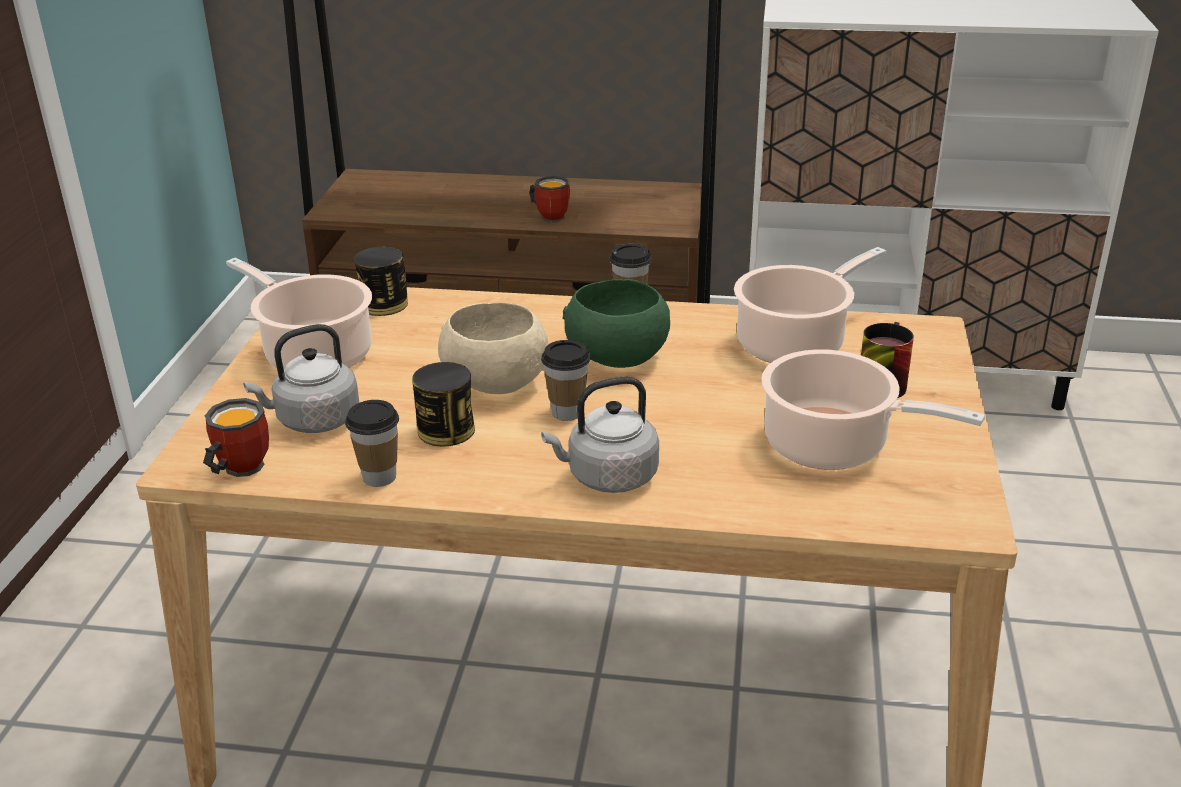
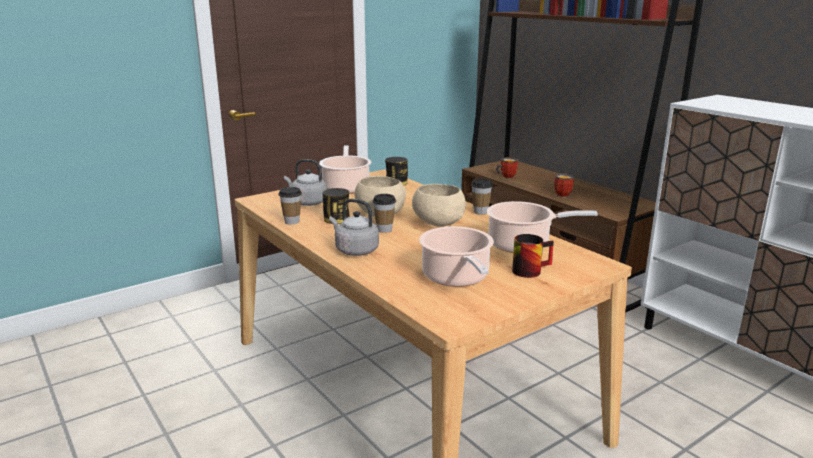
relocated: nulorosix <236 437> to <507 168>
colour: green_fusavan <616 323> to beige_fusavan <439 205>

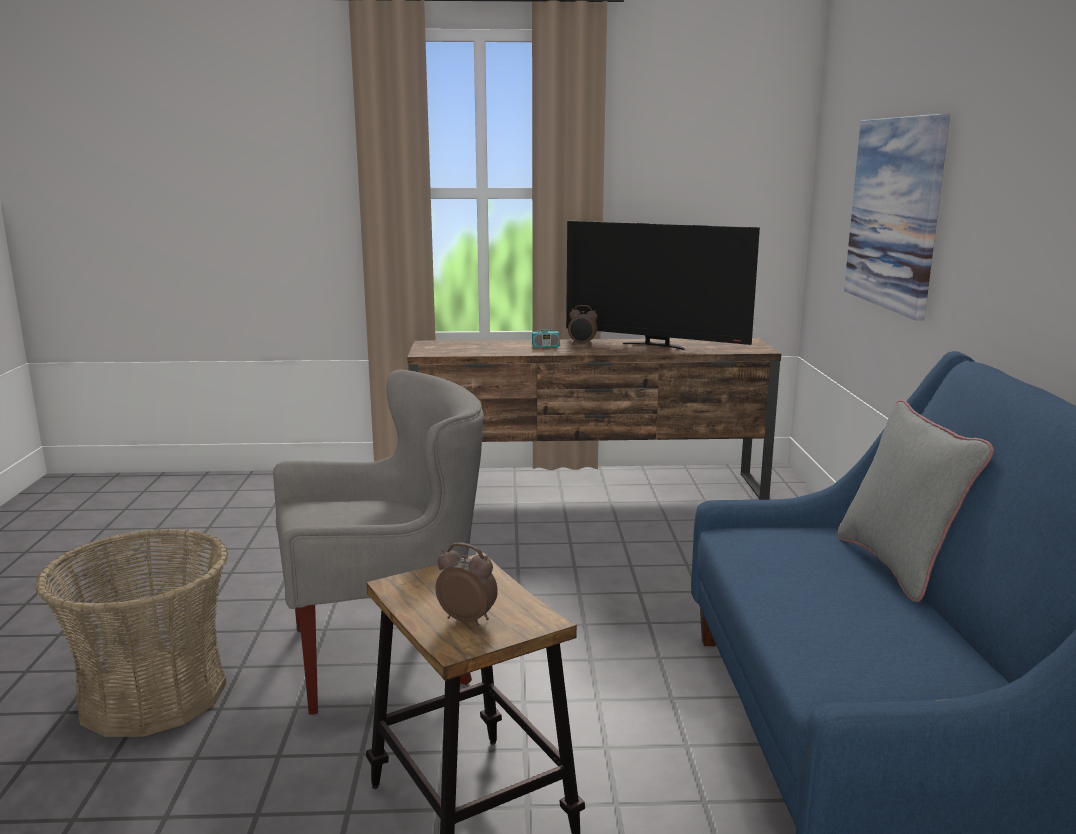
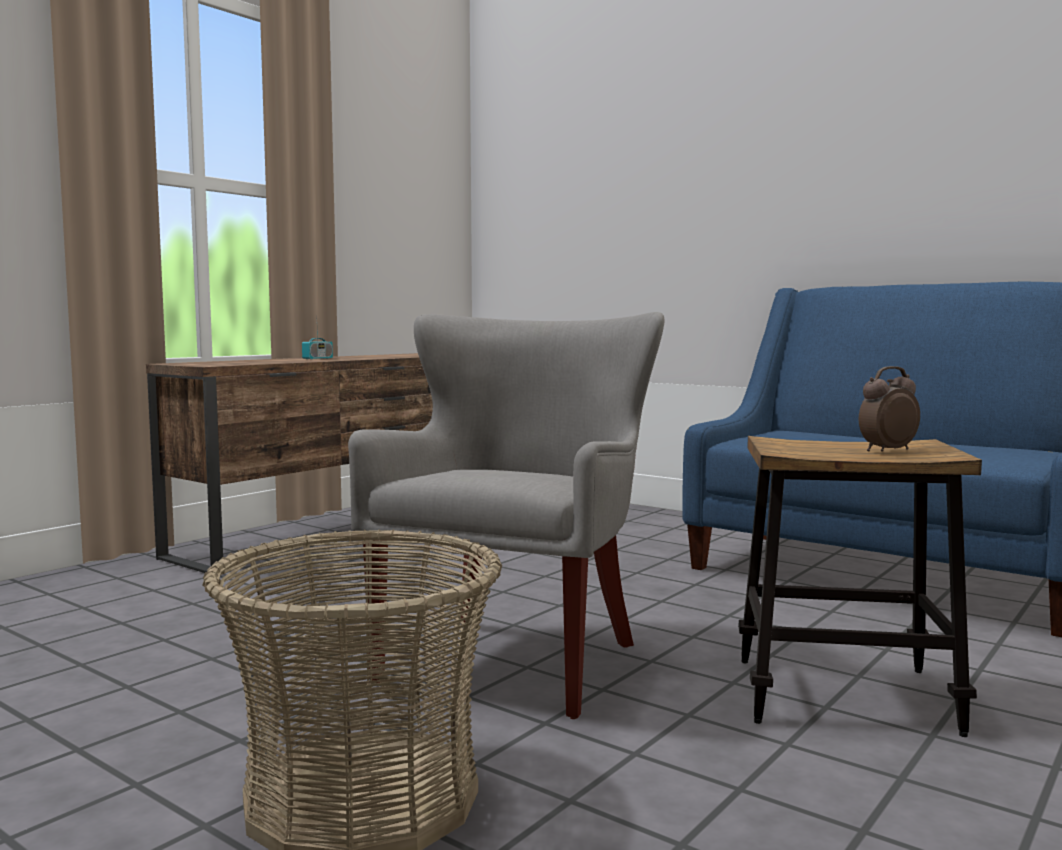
missing: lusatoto <663 285>; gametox <582 325>; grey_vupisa <915 501>; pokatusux <897 217>

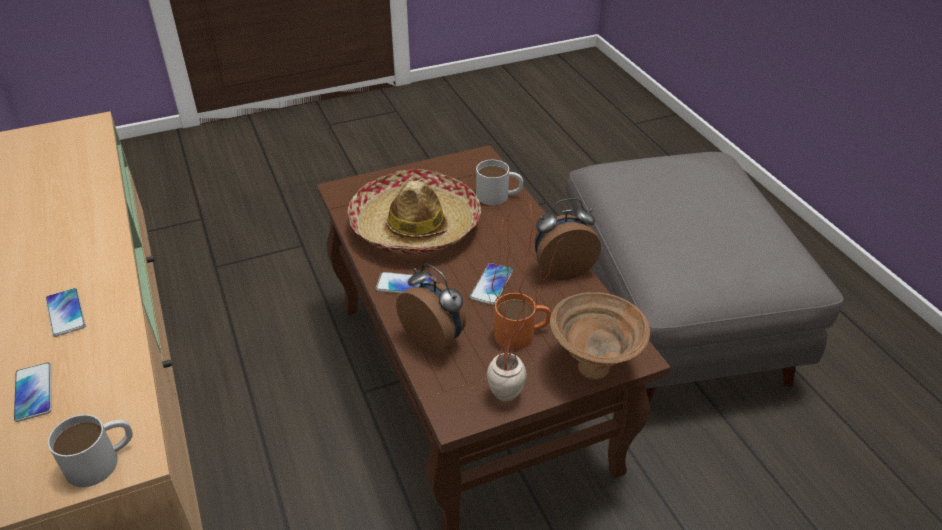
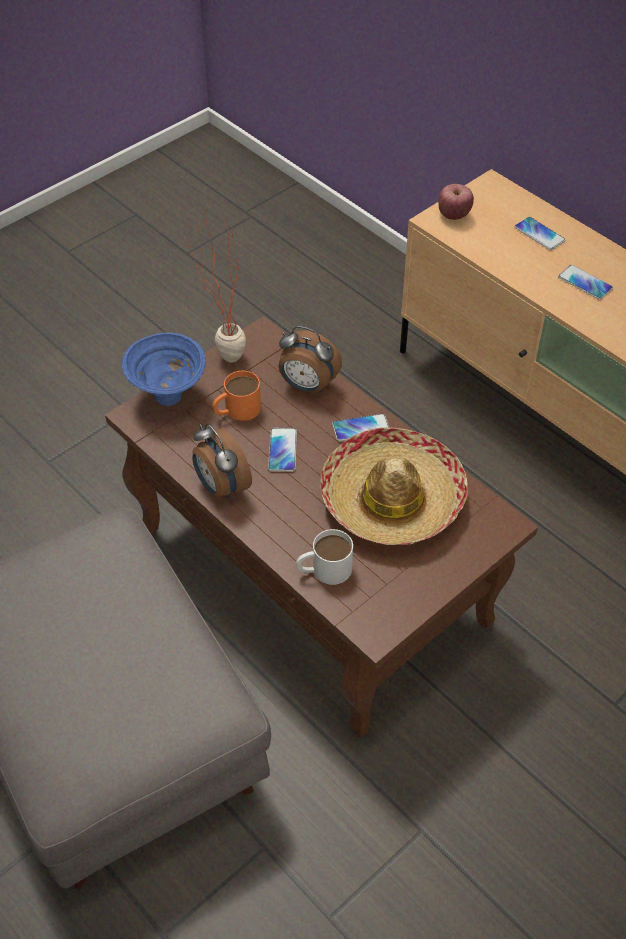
exchanged: white_nulorosix <90 450> to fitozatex <456 202>
colour: brown_fusavan <600 336> to blue_fusavan <164 369>
spun: gametox <568 239> = <222 462> 90 degrees clockwise

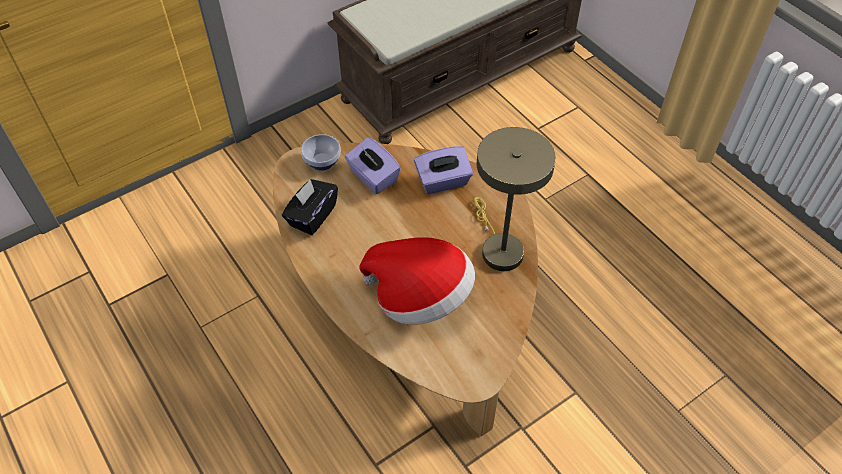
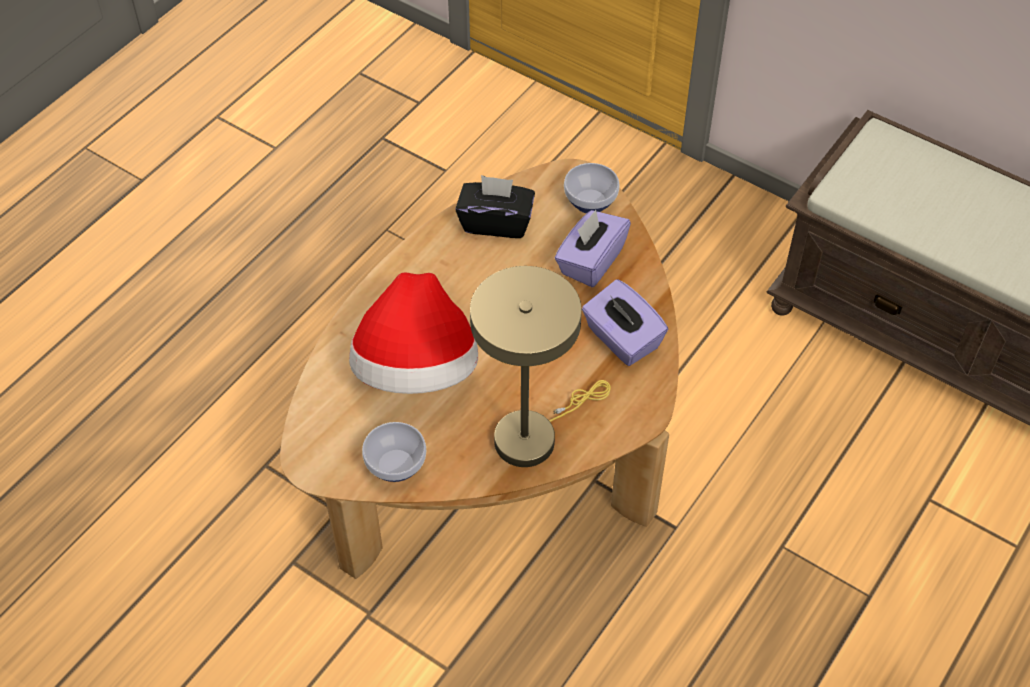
appeared: fusavan <394 452>

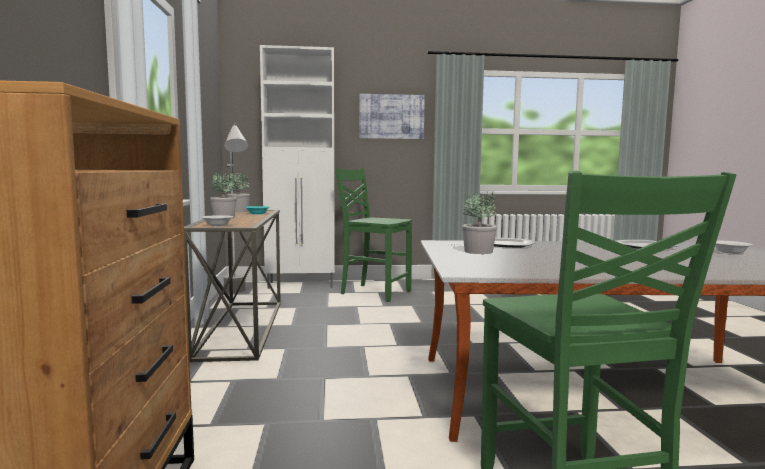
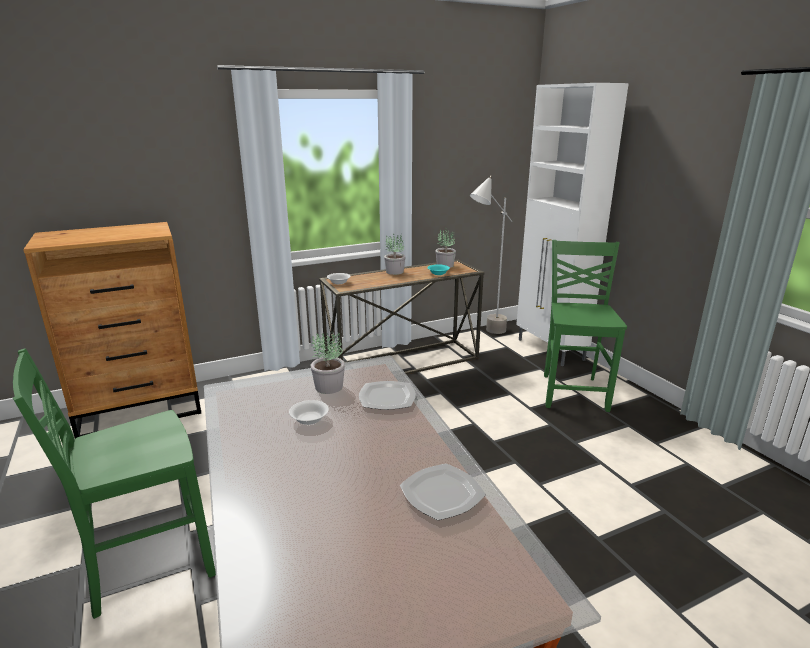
missing: pokatusux <392 116>
relocated: white_fusavan <734 247> to <309 412>

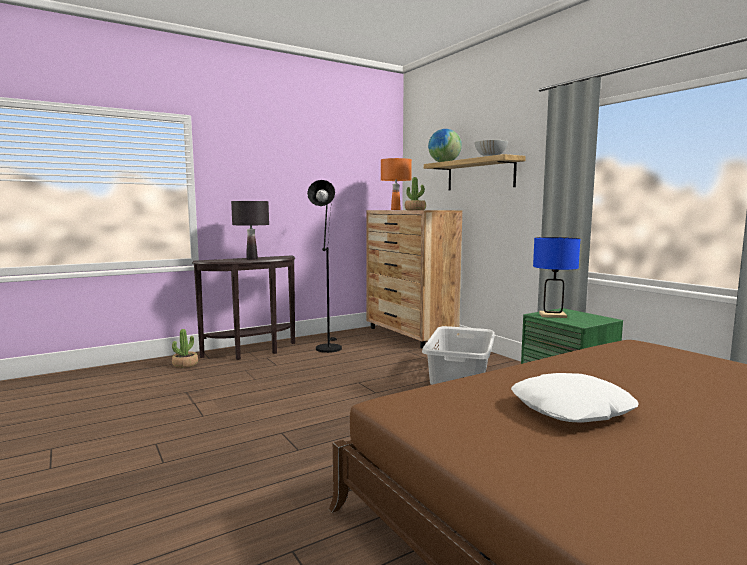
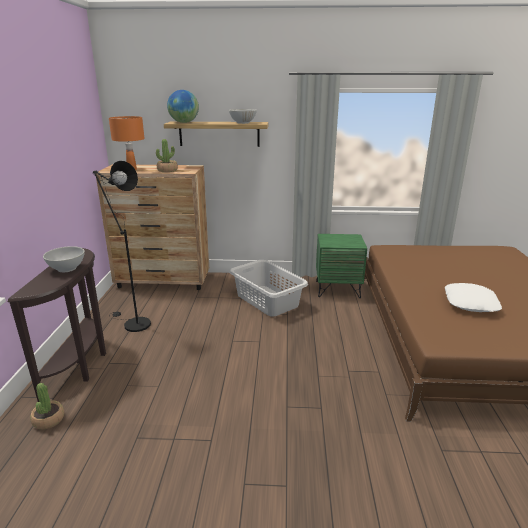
missing: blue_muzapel <556 277>
exchanged: black_muzapel <250 230> to white_fusavan <64 259>

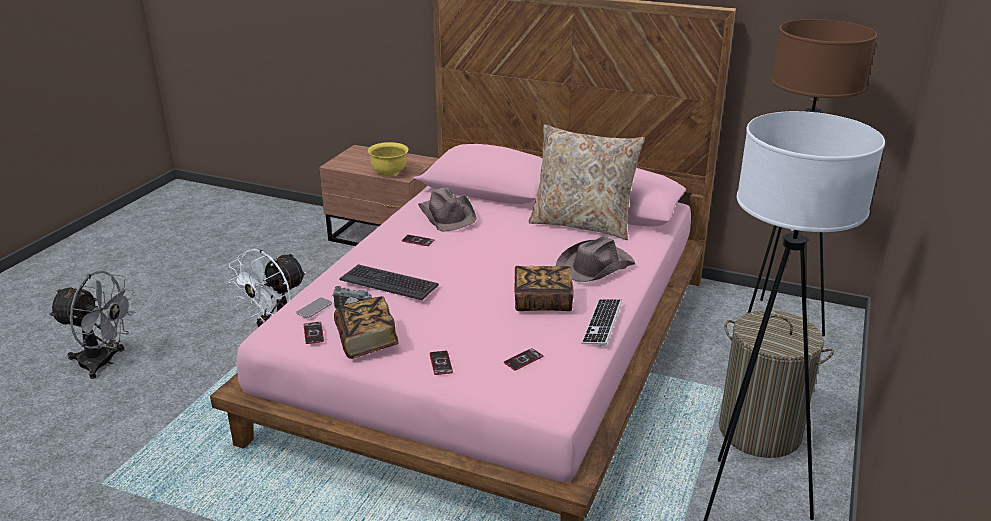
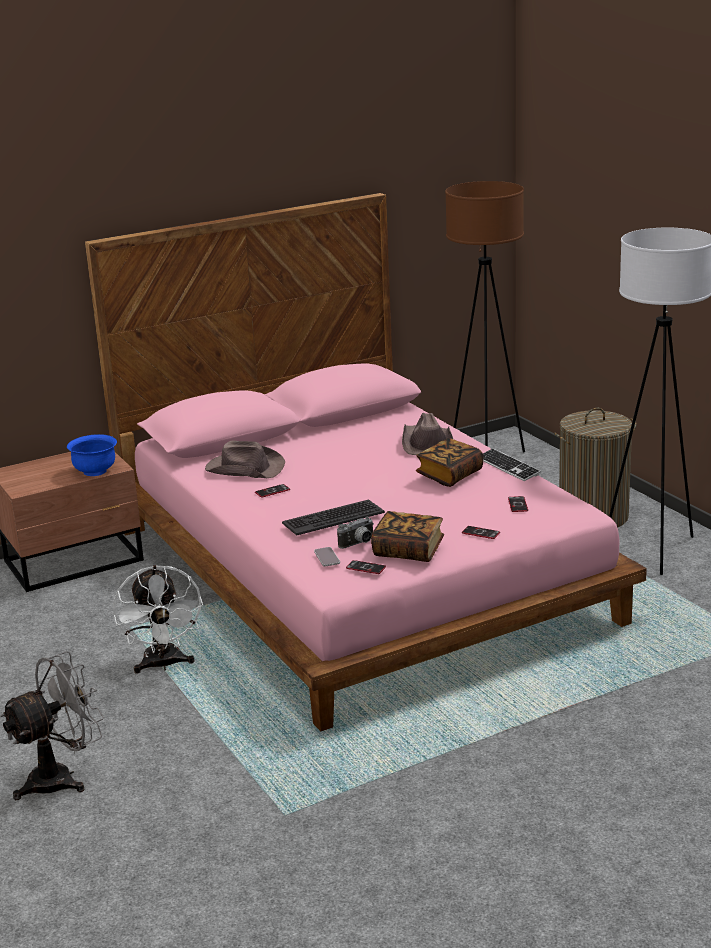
missing: beige_vupisa <587 182>
colour: yellow_fusavan <388 159> to blue_fusavan <92 455>

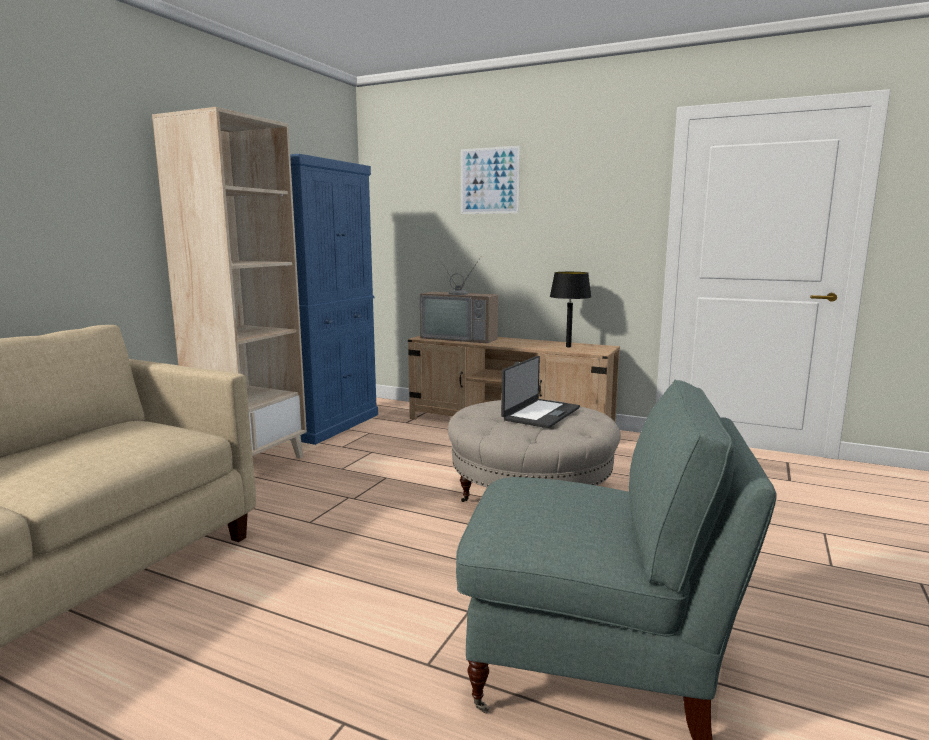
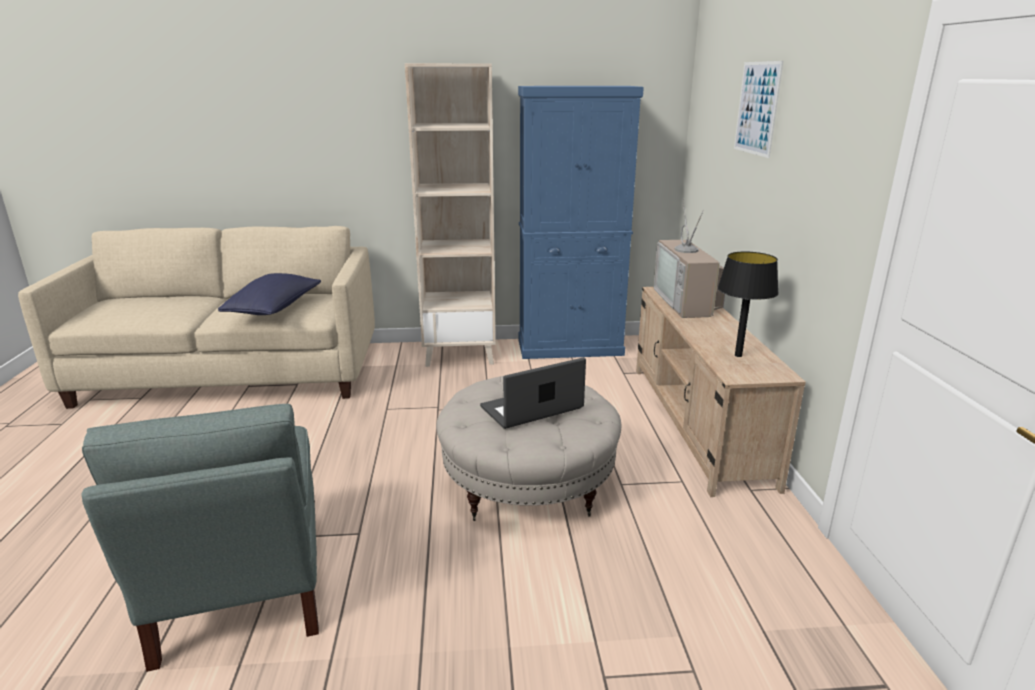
appeared: blue_vupisa <269 294>
spun: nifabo <540 392> = <533 393> 150 degrees clockwise

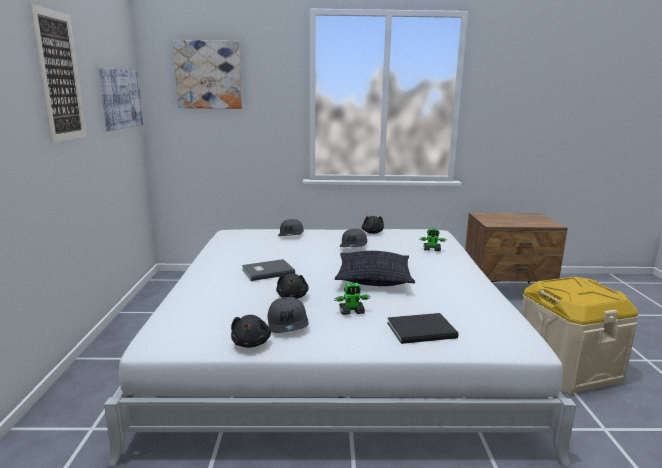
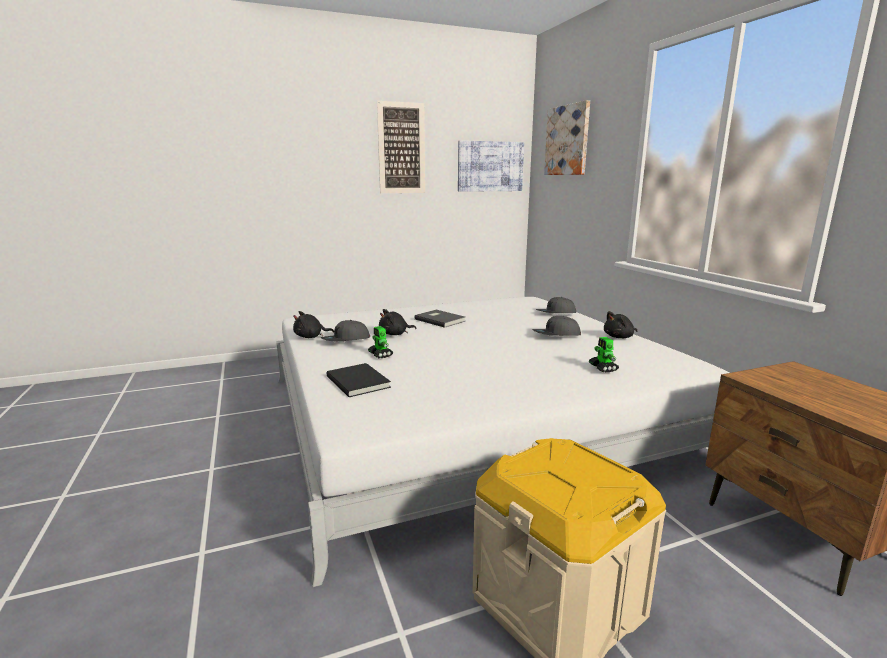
missing: vupisa <375 268>

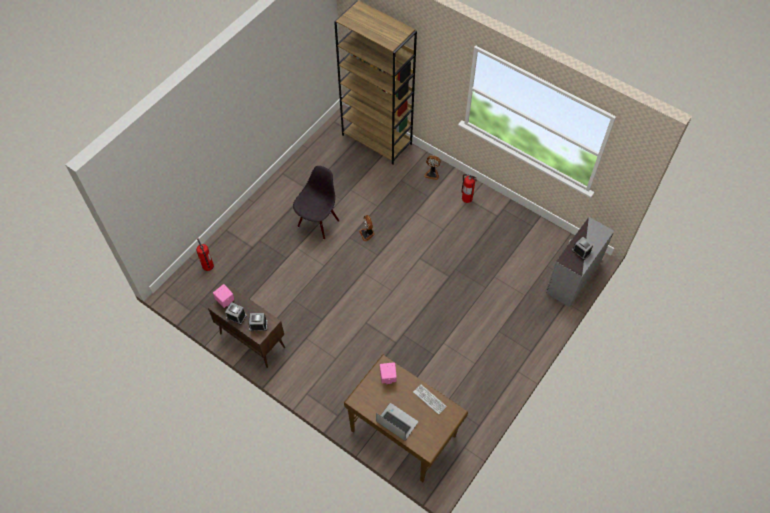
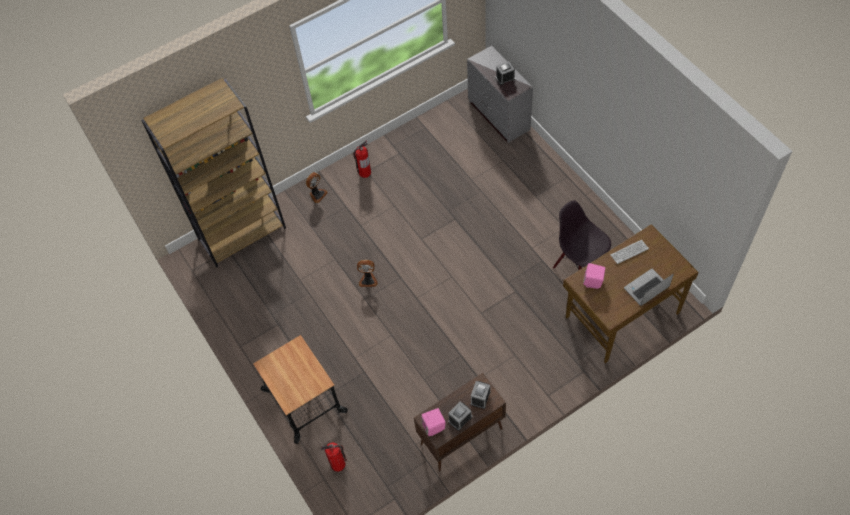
appeared: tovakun <300 389>
relocated: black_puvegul <316 203> to <582 235>

